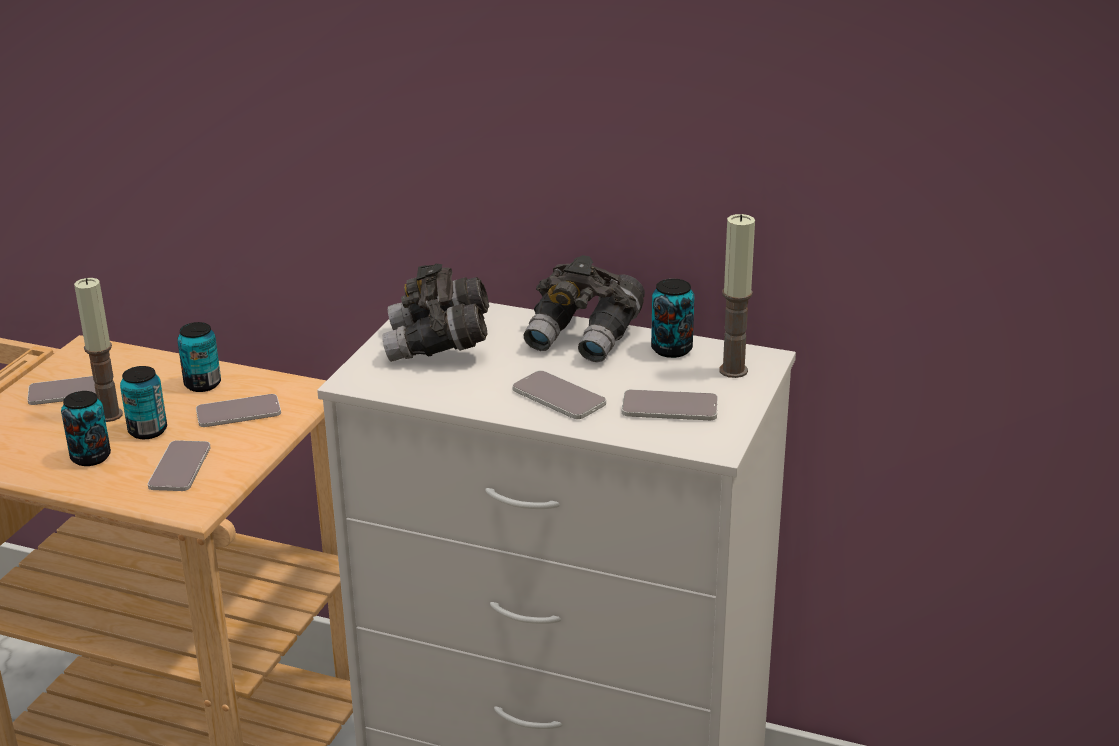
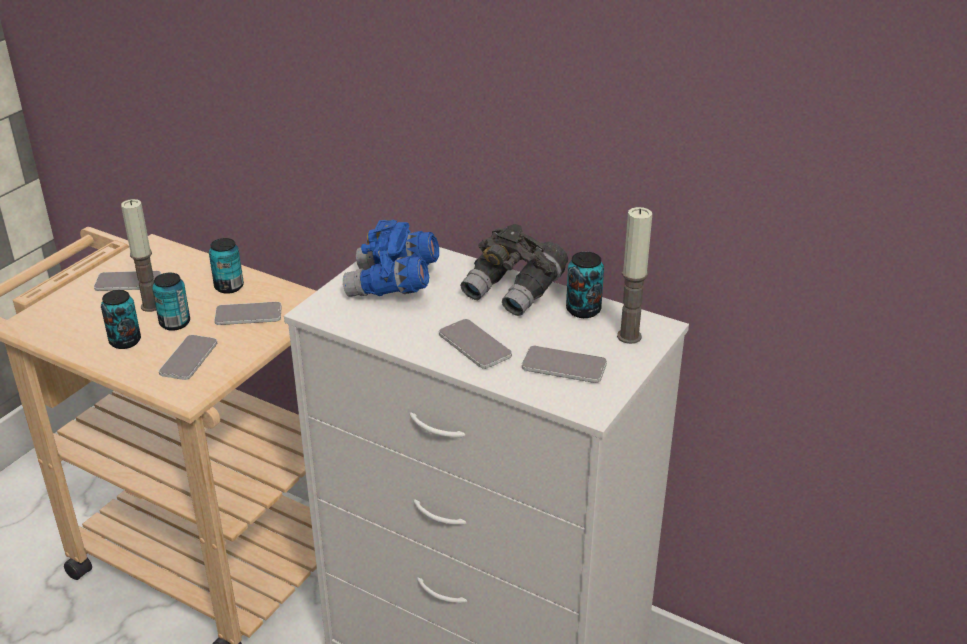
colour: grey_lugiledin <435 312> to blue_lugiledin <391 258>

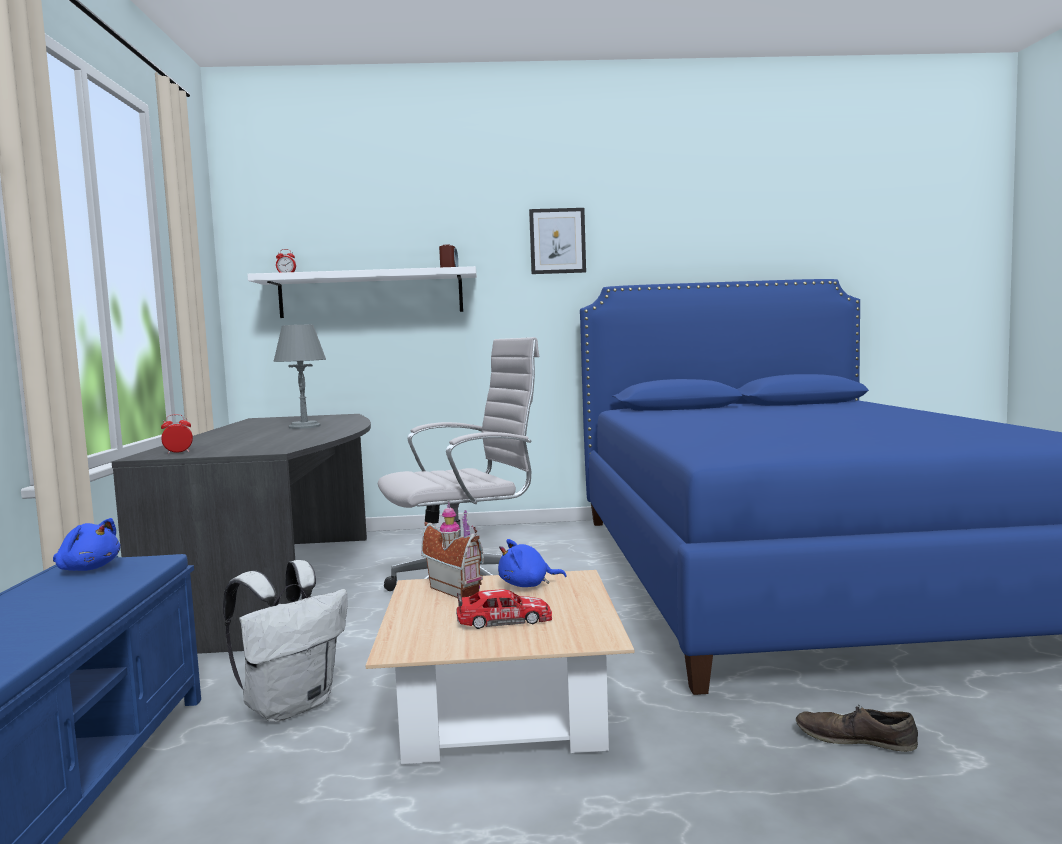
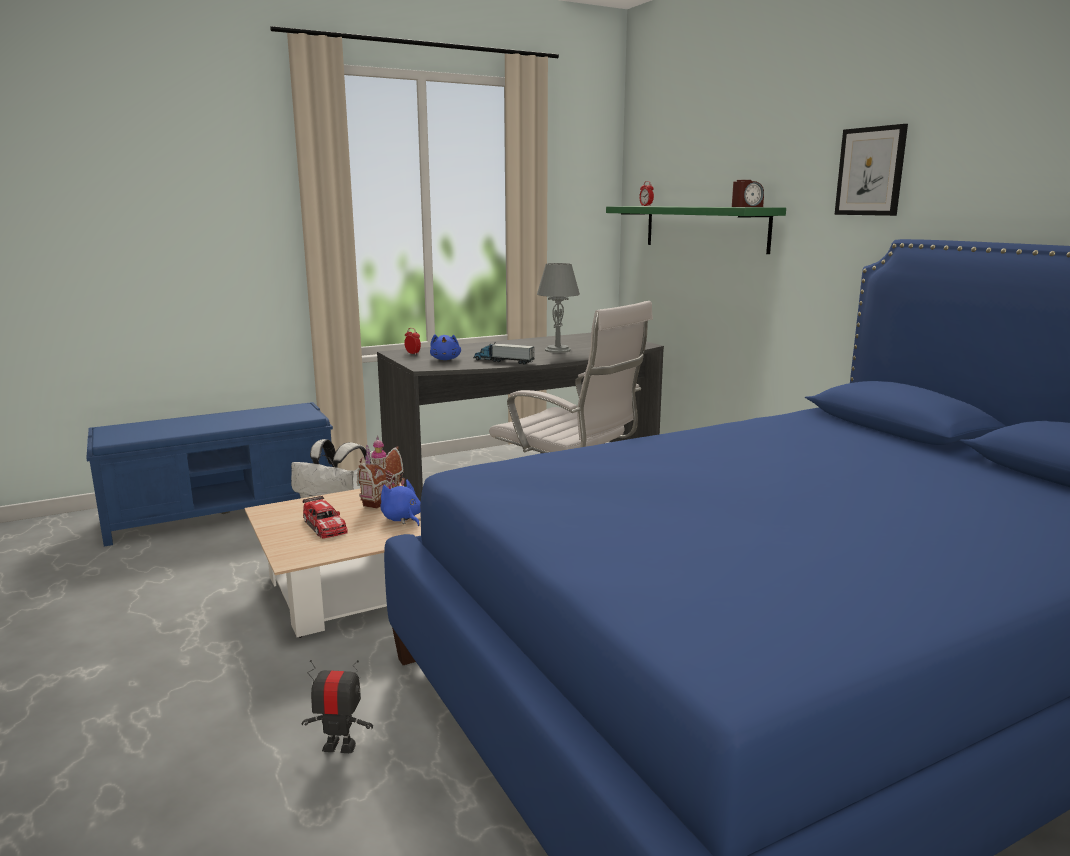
appeared: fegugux <504 353>
relocated: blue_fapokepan <86 544> to <445 347>
exchanged: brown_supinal <857 729> to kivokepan <337 706>
colour: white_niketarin <362 292> to green_niketarin <696 230>

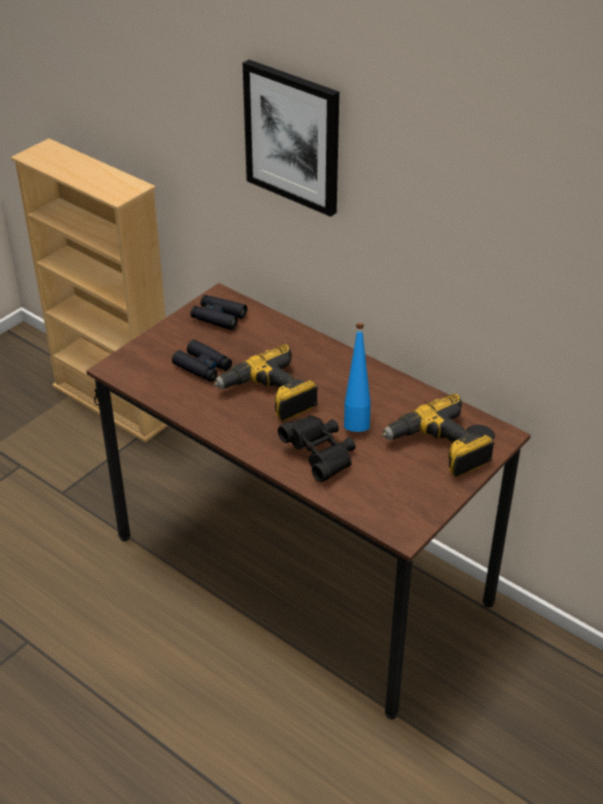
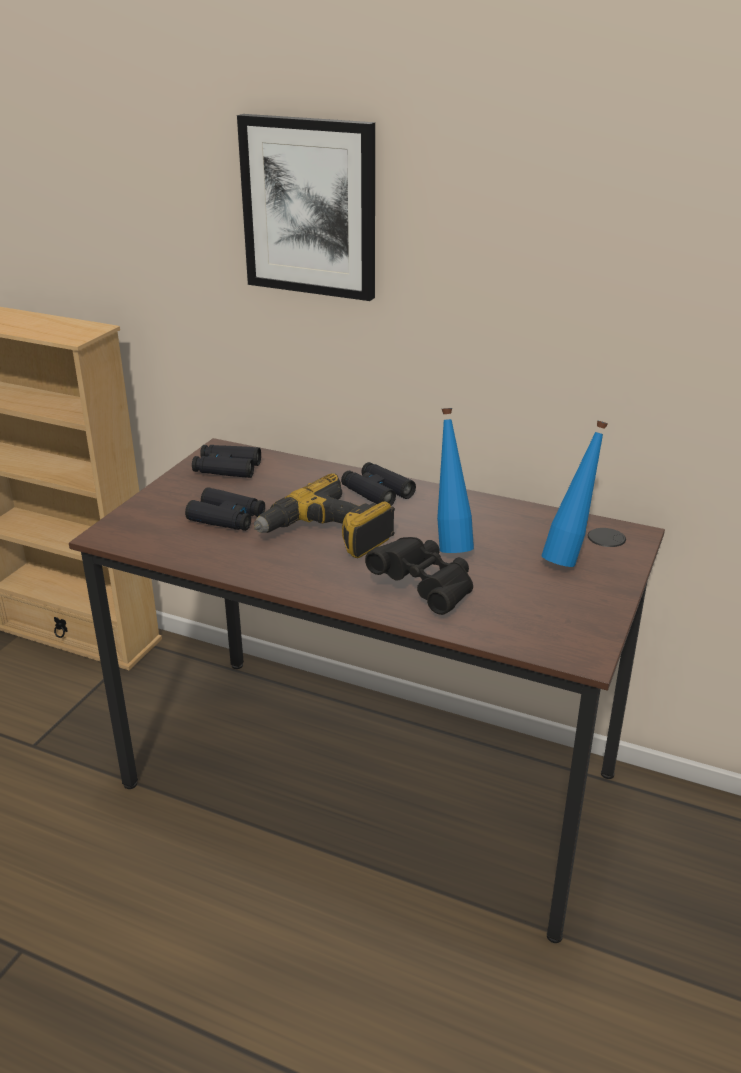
appeared: black_lugiledin <378 484>
exchanged: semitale <438 435> to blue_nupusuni <575 494>

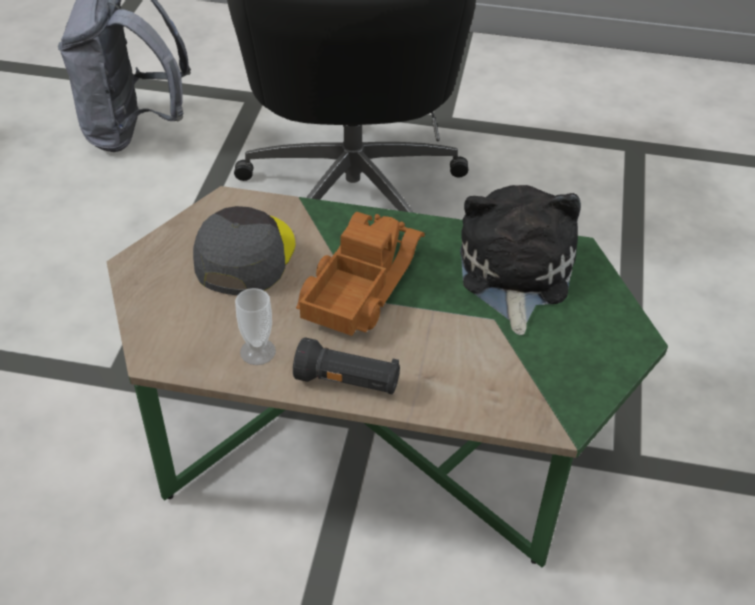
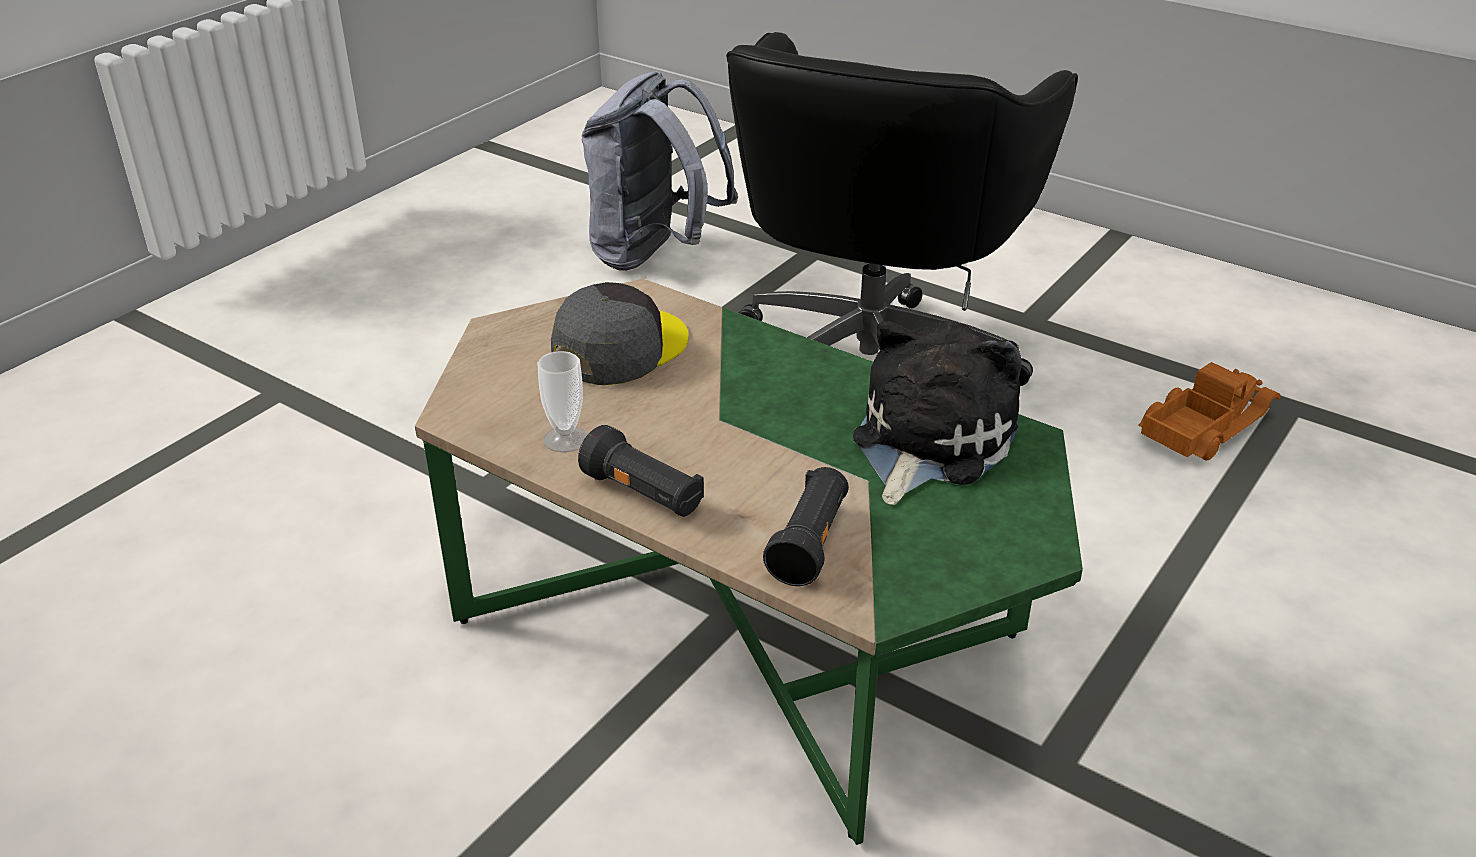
appeared: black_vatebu <806 526>
relocated: fegugux <360 274> to <1209 411>

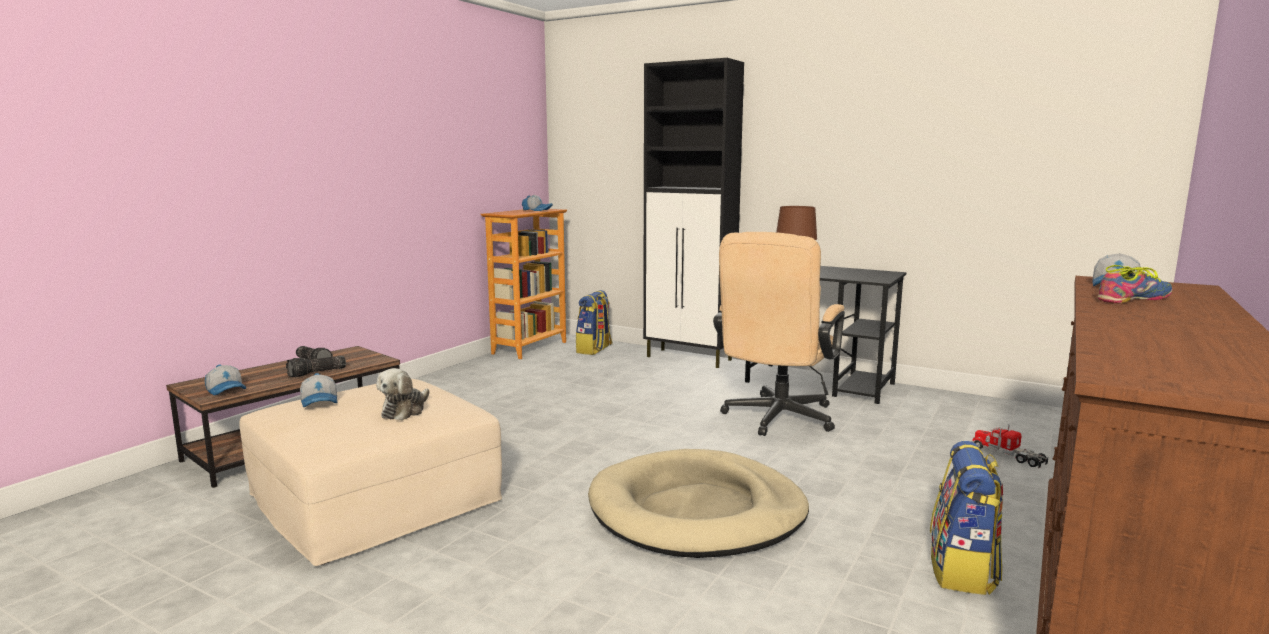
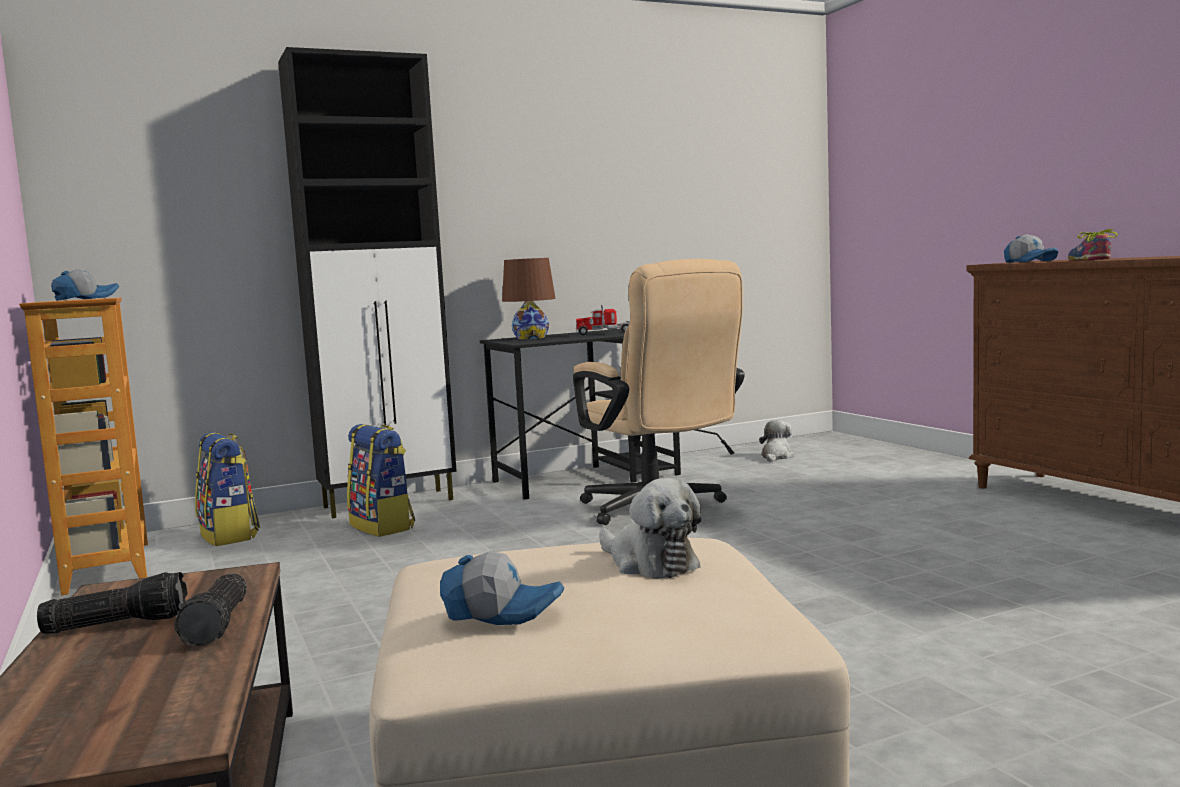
missing: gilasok <225 380>; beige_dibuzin <698 503>
appeared: fapokepan <776 441>
relocated: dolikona <966 518> to <381 480>; fegugux <1009 446> to <603 320>

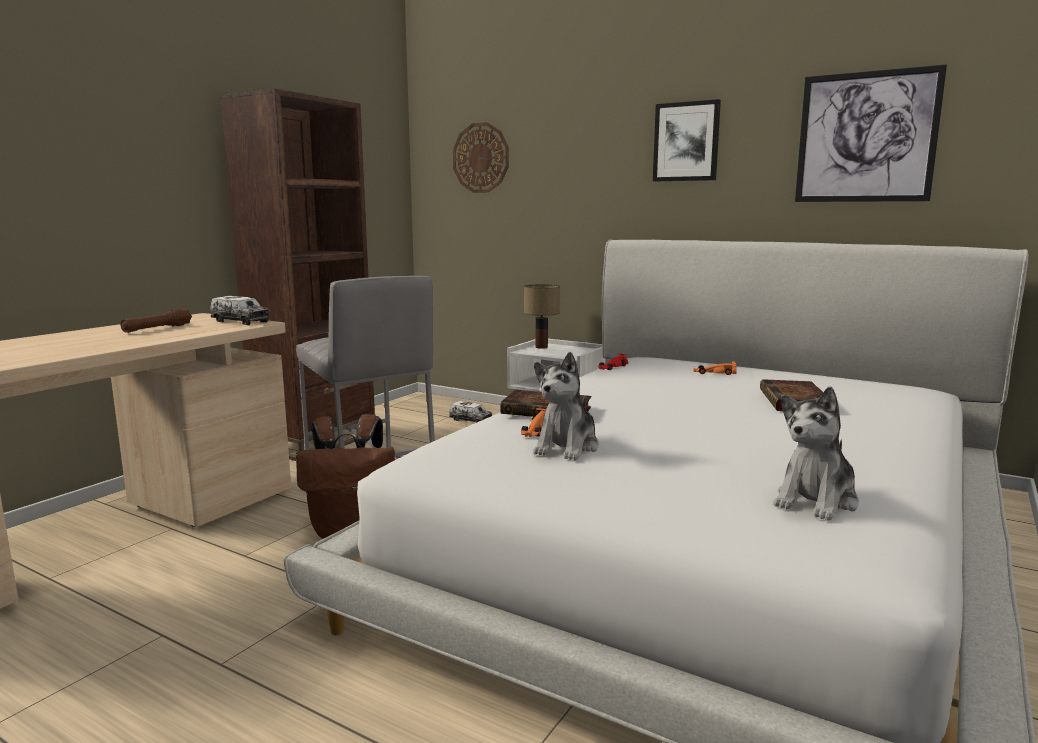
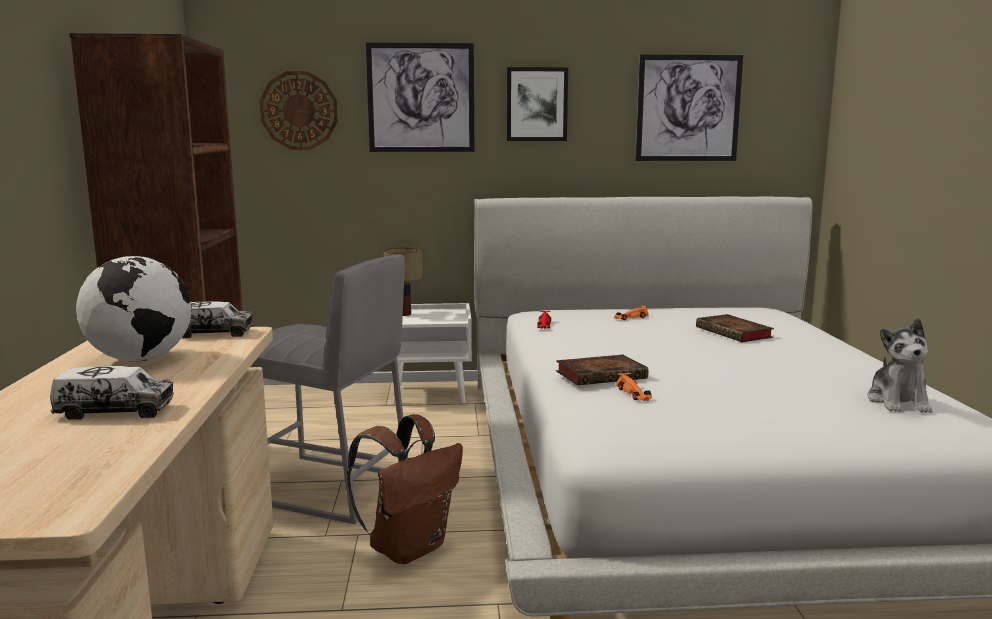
missing: fapokepan <566 406>
appeared: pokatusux <420 97>
relocated: fegugux <470 412> to <112 393>
exchanged: brown_vatebu <156 321> to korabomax <134 309>

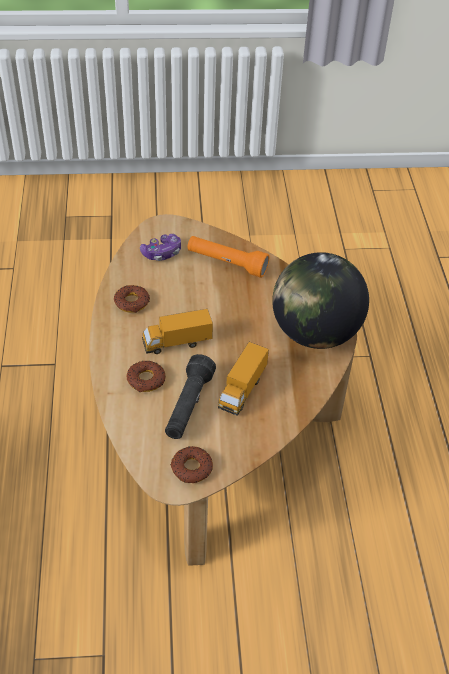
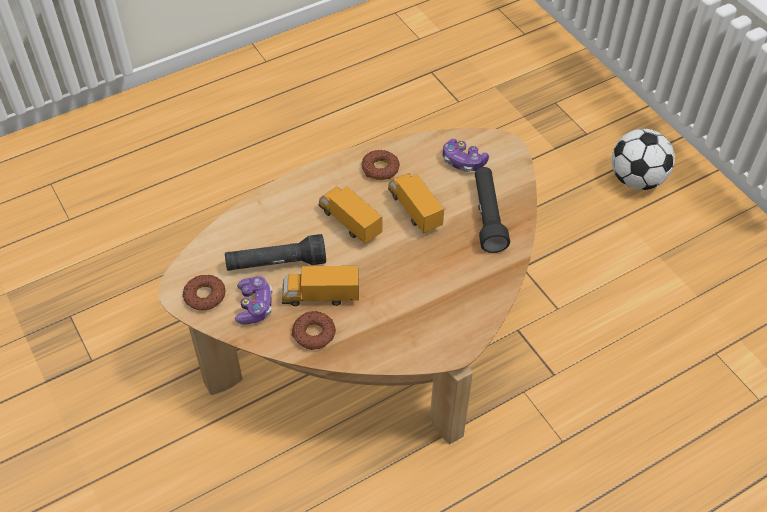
missing: korabomax <320 300>
appeared: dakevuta <253 300>; fegugux <416 203>; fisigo <643 159>
relocated: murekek <146 376> to <314 330>
colour: orange_vatebu <228 257> to black_vatebu <492 210>

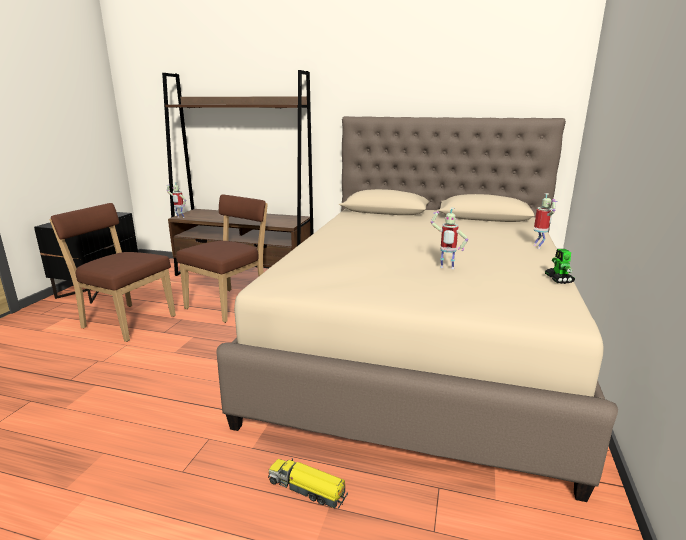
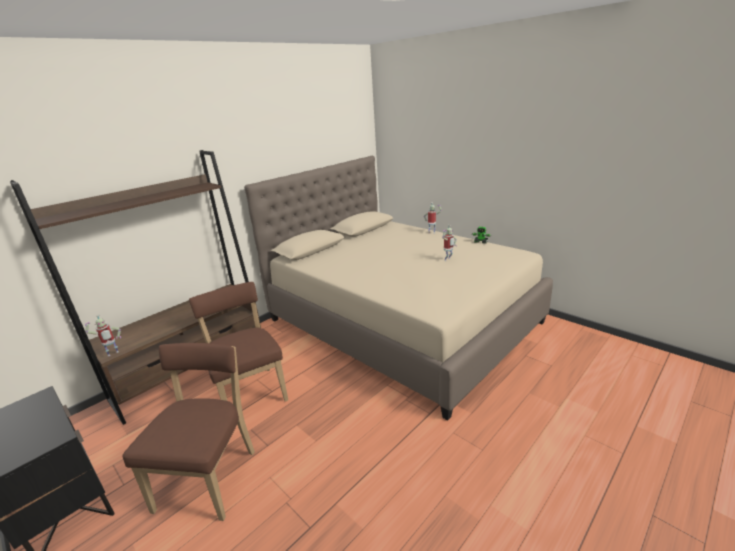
missing: fegugux <308 483>
spun: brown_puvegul <112 272> = <189 432> 135 degrees clockwise

